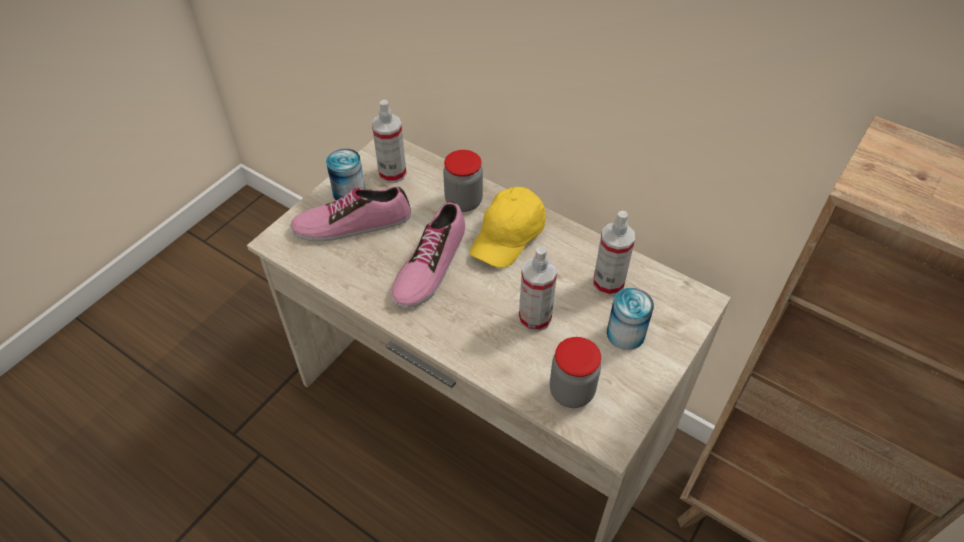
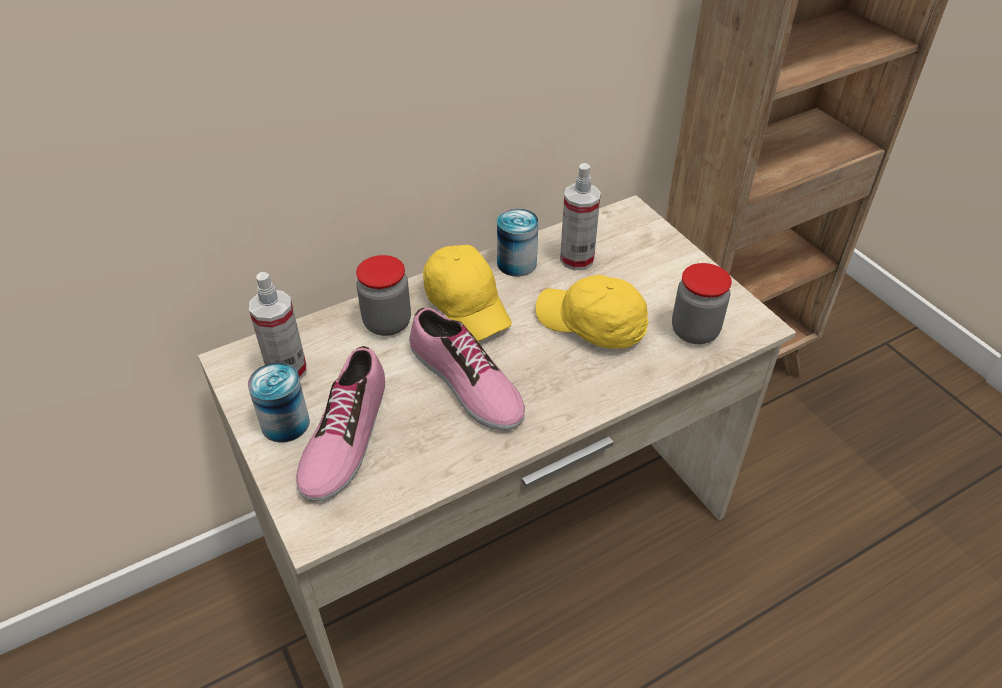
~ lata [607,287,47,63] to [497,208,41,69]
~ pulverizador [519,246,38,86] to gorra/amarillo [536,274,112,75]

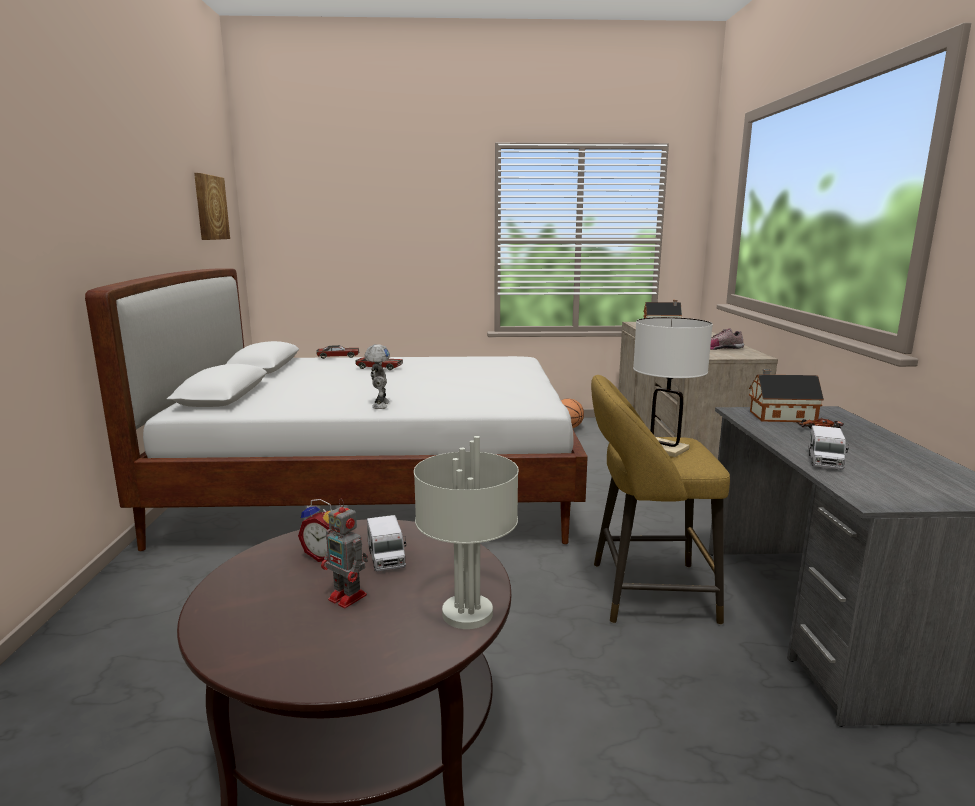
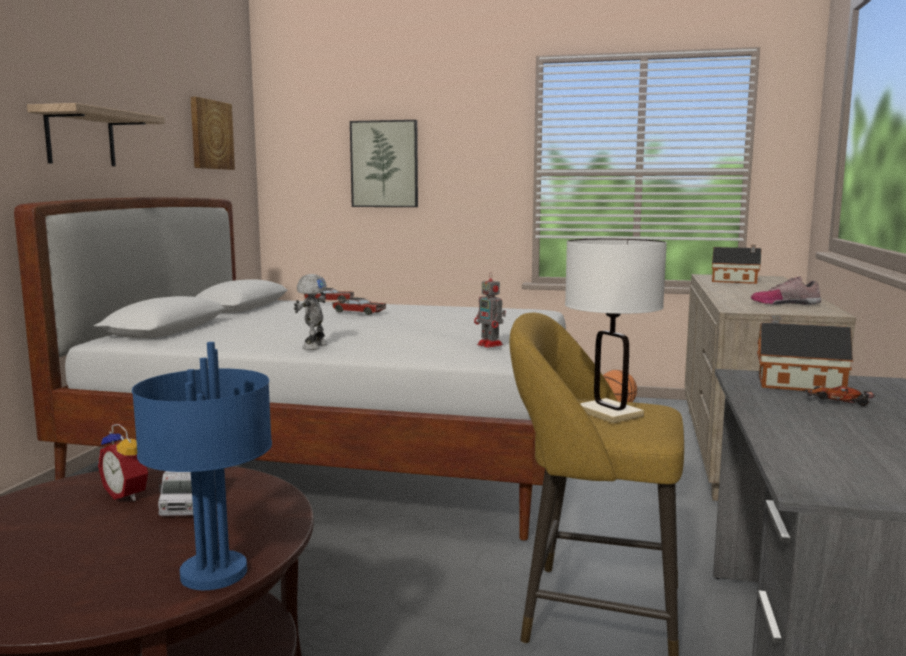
+ estante [27,103,138,63]
~ lámpara de mesa/gris [414,436,105,193] to lámpara de mesa/azul [132,342,140,248]
+ cuadro [350,120,68,87]
~ robot de juguete [321,498,47,110] to [474,272,32,76]
- camión de juguete [808,425,41,44]

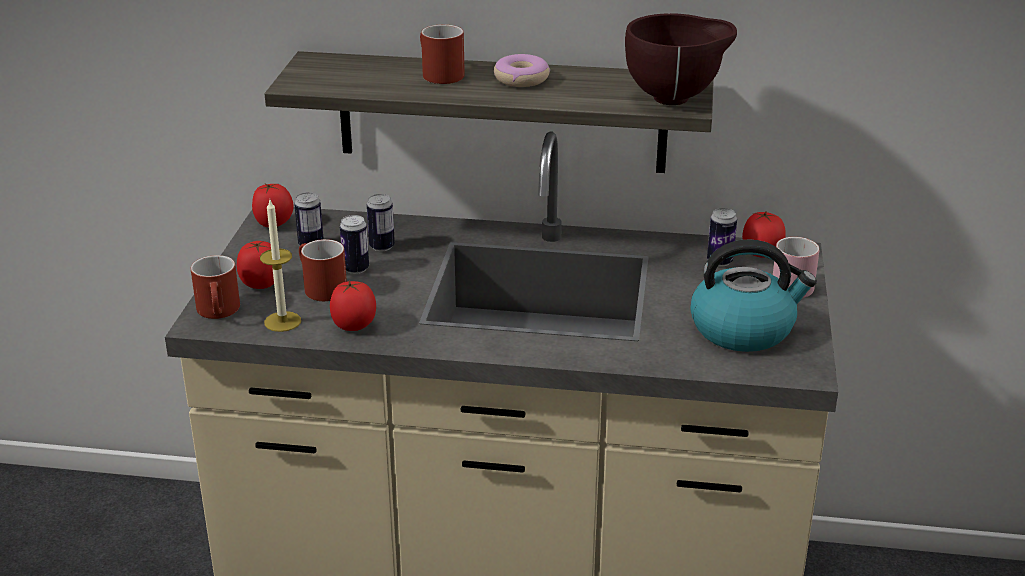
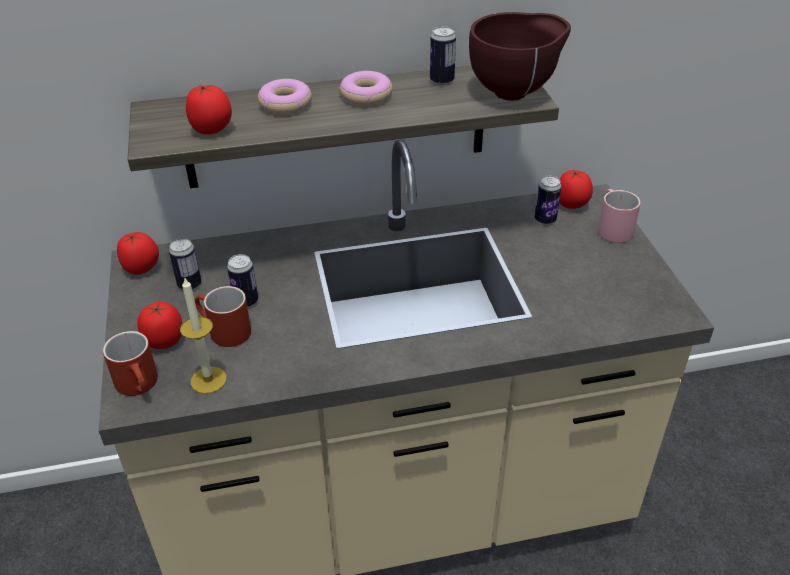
~ tomate [330,280,46,51] to [186,85,46,49]
~ taza grande/rojo [420,24,45,60] to rosquilla [258,79,54,36]
~ lata [367,194,28,57] to [430,26,26,59]
- hervidor [691,239,126,113]

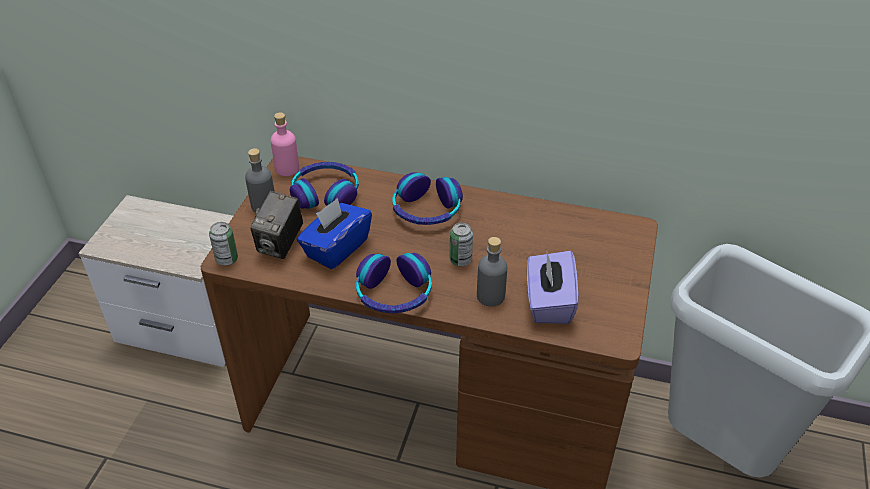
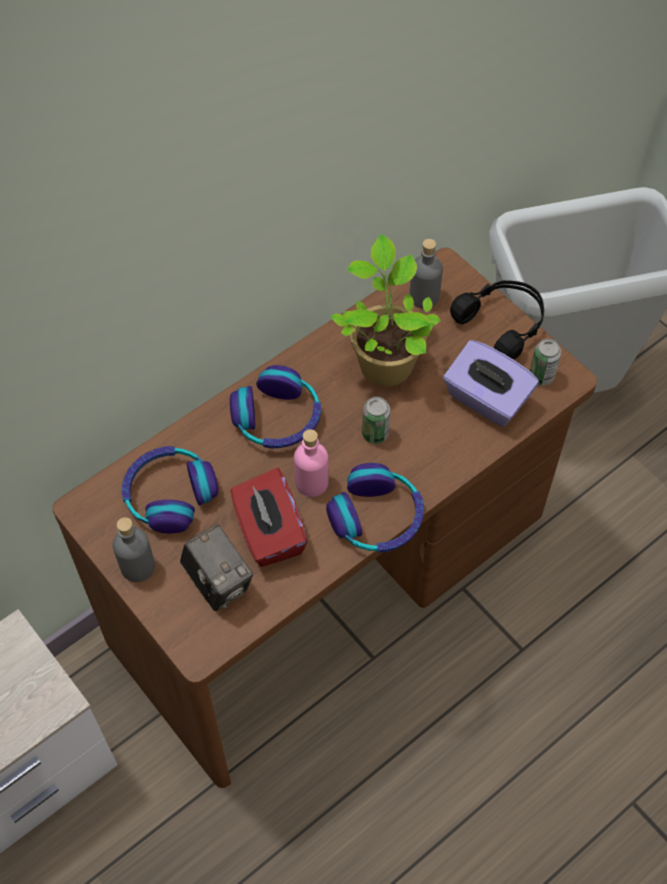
~ caja de pañuelos/azul [297,198,75,72] to caja de pañuelos/rojo [230,468,78,99]
~ botella/rosa [271,113,28,63] to [294,429,35,68]
+ planta en maceta [330,234,111,152]
~ botella/gris [477,237,30,70] to [410,239,33,70]
+ auriculares/negro [450,280,94,80]
~ lata [209,222,29,44] to [529,338,32,47]

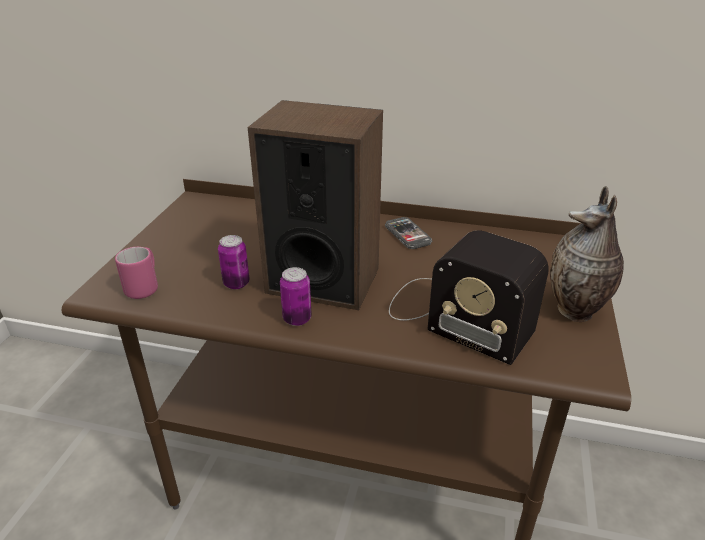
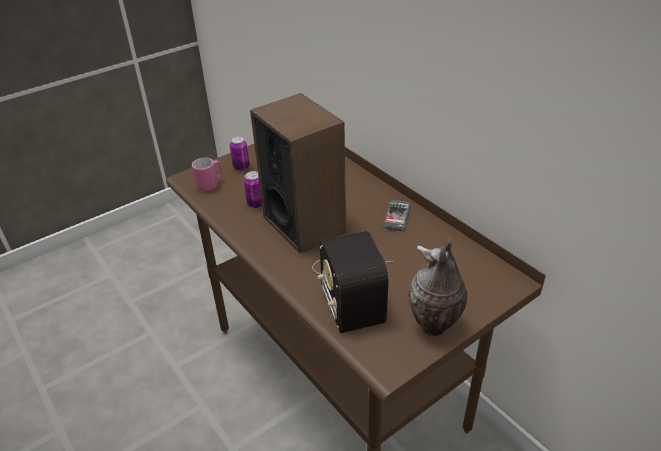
~ lata [280,267,32,59] to [230,136,20,35]

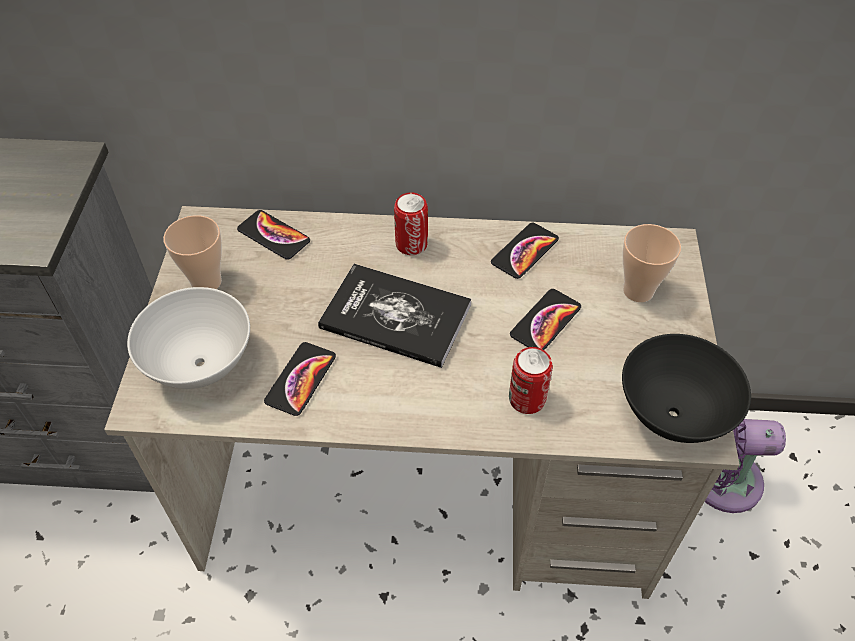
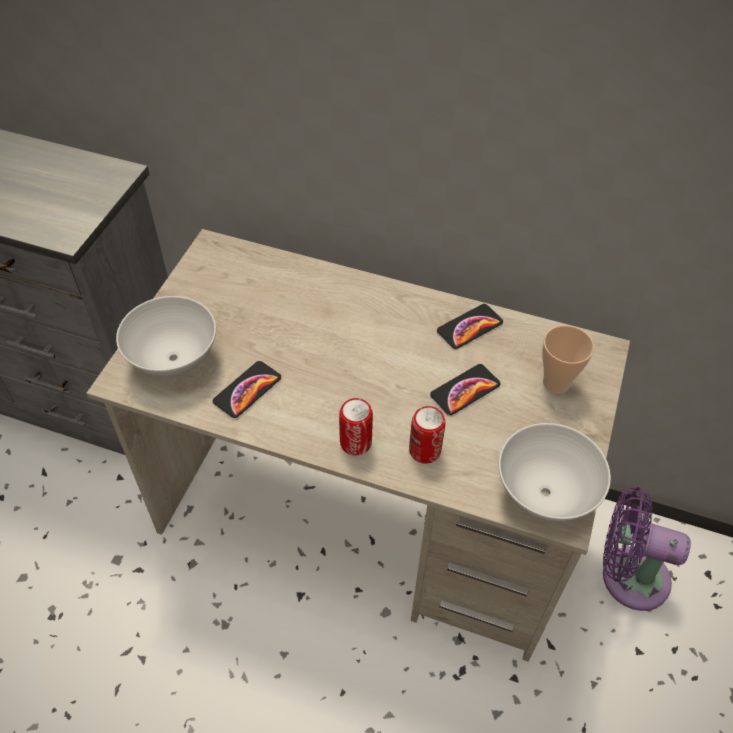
~ lata [394,192,34,63] to [339,398,34,58]
~ cuenco/negro [622,334,129,109] to cuenco/blanco [498,423,113,98]
- taza [163,215,59,74]
- móvil [237,210,73,50]
- libro [318,264,153,104]

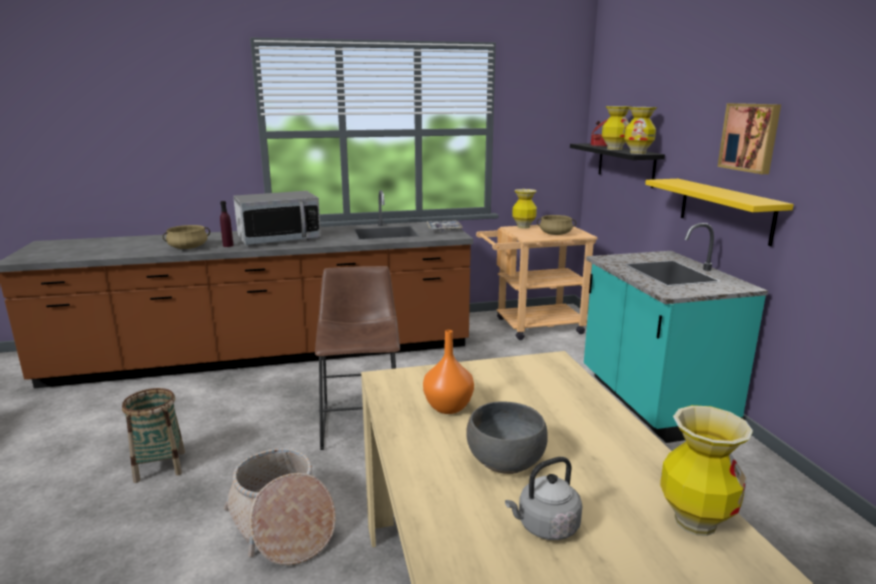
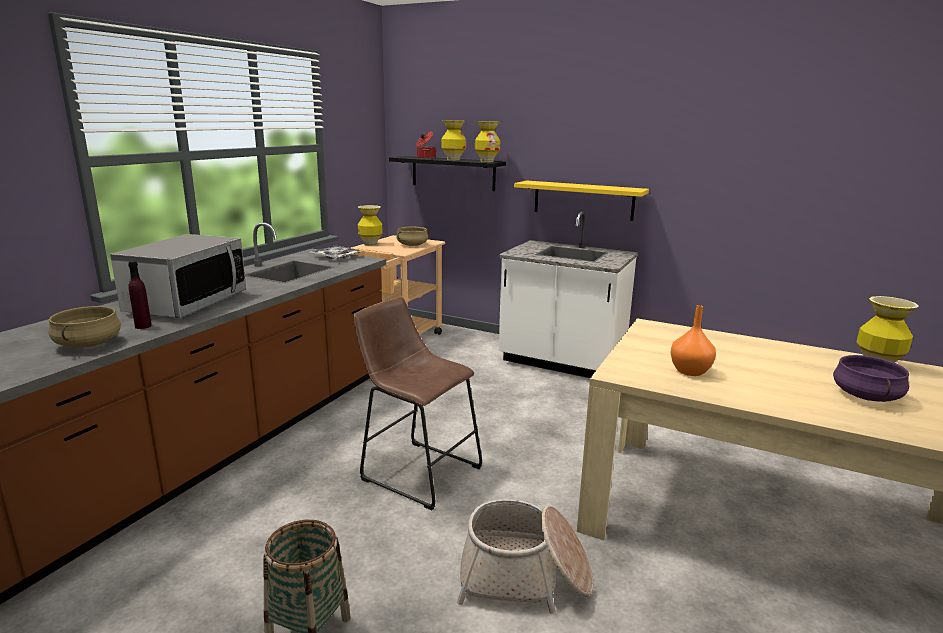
~ mueble bajo de cocina/turquesa [584,223,184,220] to mueble bajo de cocina/blanco [499,211,139,167]
~ hervidor/gris [505,457,77,83] to olla/morado [833,355,76,47]
- cuenco/gris [466,401,82,73]
- cuadro [717,103,64,71]

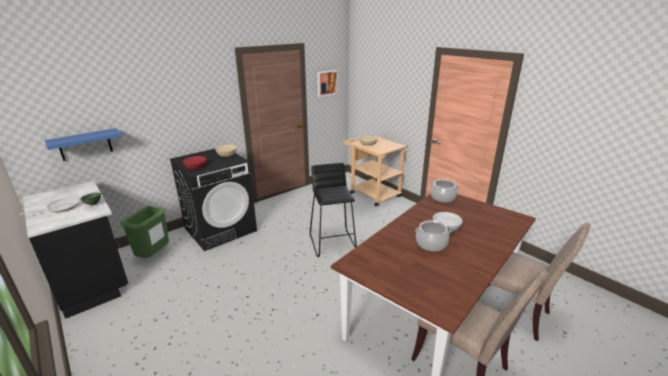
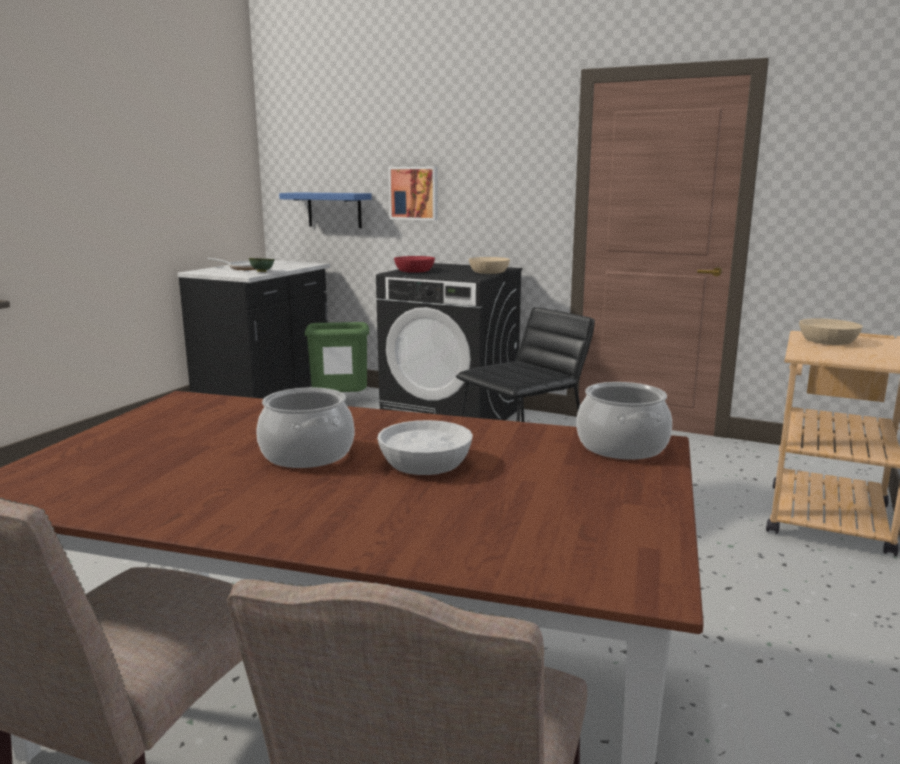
~ cuadro [317,70,21,27] to [388,167,50,54]

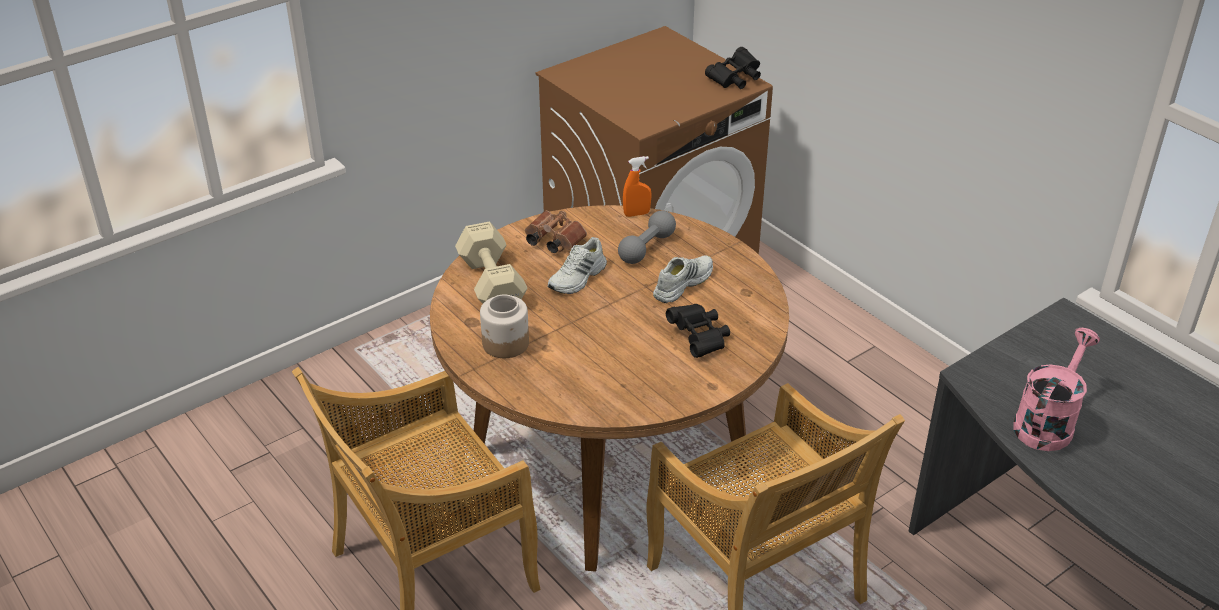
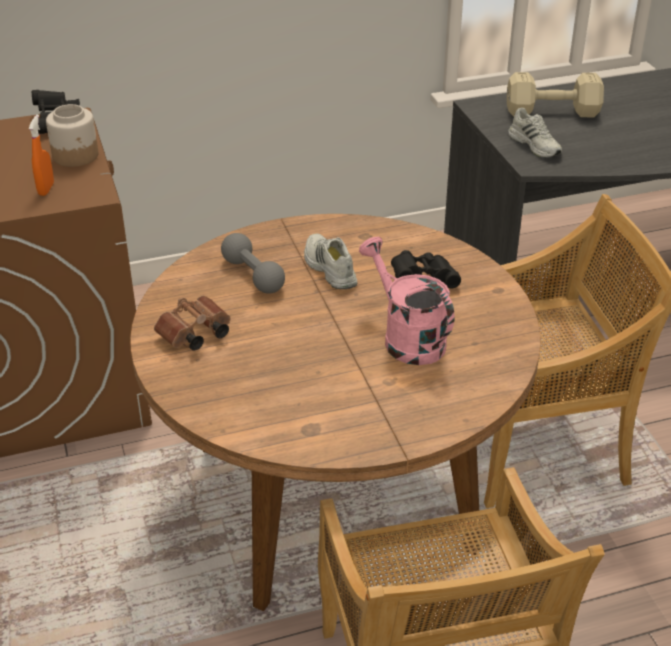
~ pulverizador/naranja [623,156,28,61] to [29,114,25,82]
~ tarro [480,295,49,63] to [46,104,52,63]
~ regadera/rosa [1013,328,87,123] to [359,237,96,128]
~ mancuerna/beis [455,222,73,82] to [507,72,97,45]
~ zapato/blanco [548,237,59,57] to [508,108,54,50]

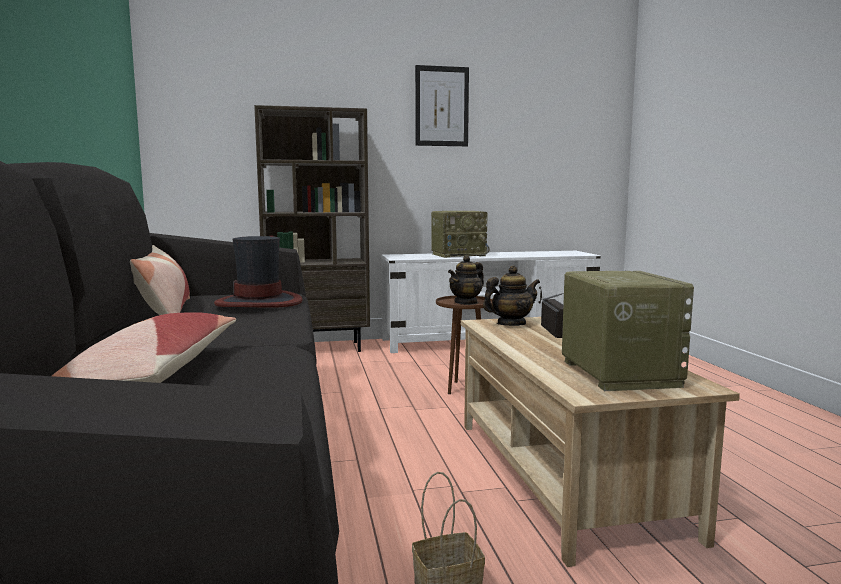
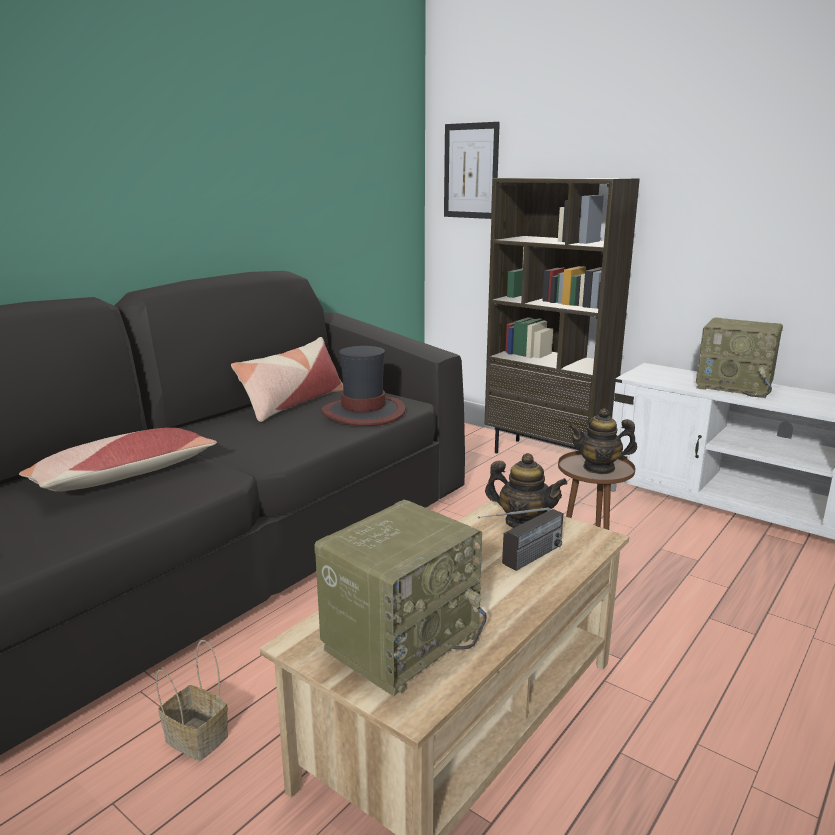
~ cuadro [415,65,54,81] to [444,122,56,97]

